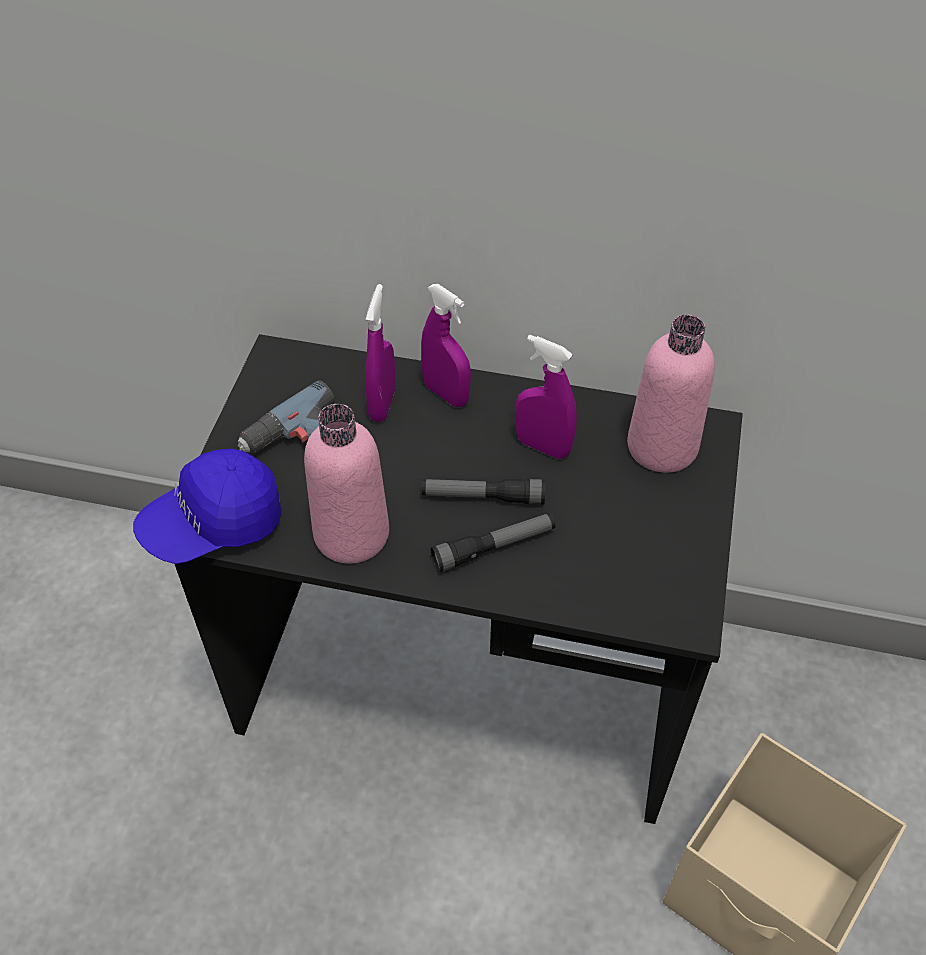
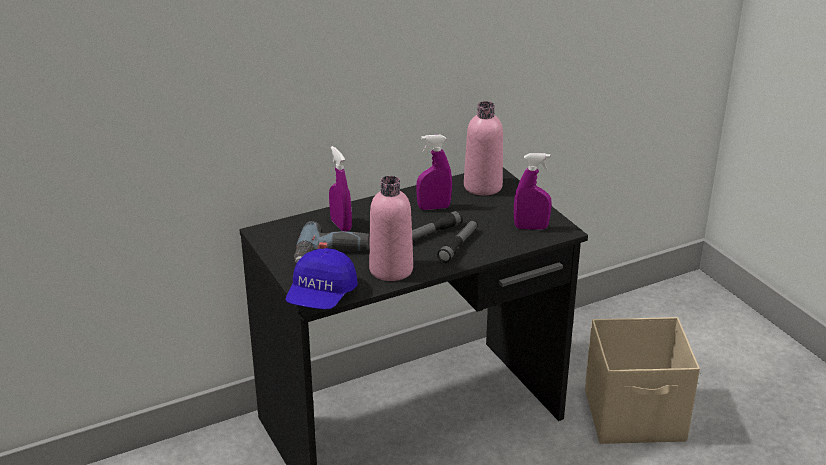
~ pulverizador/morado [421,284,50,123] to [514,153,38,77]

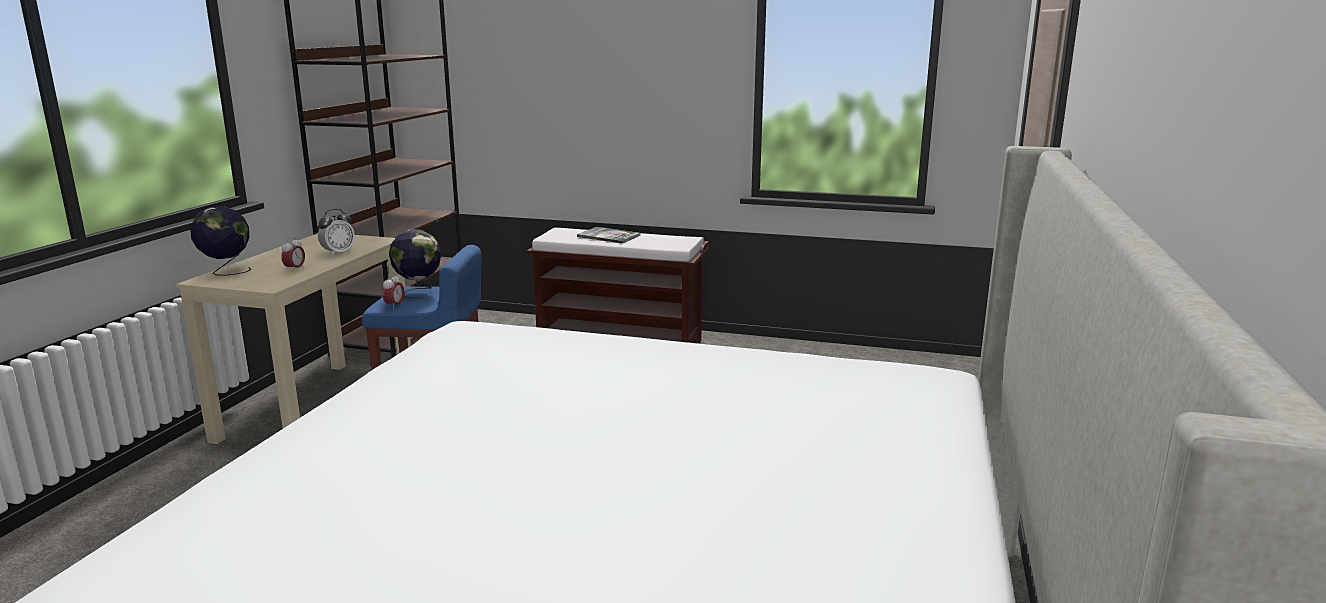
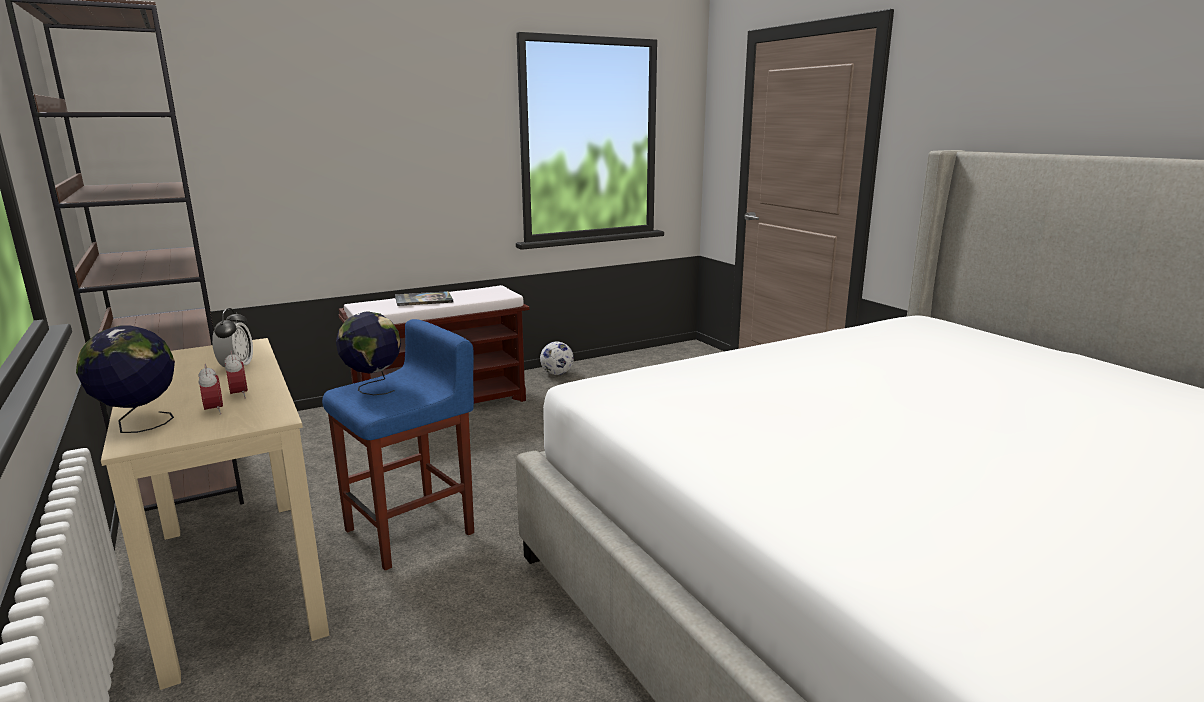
~ despertador [382,273,22,36] to [198,364,25,51]
+ balón de fútbol [540,342,34,33]

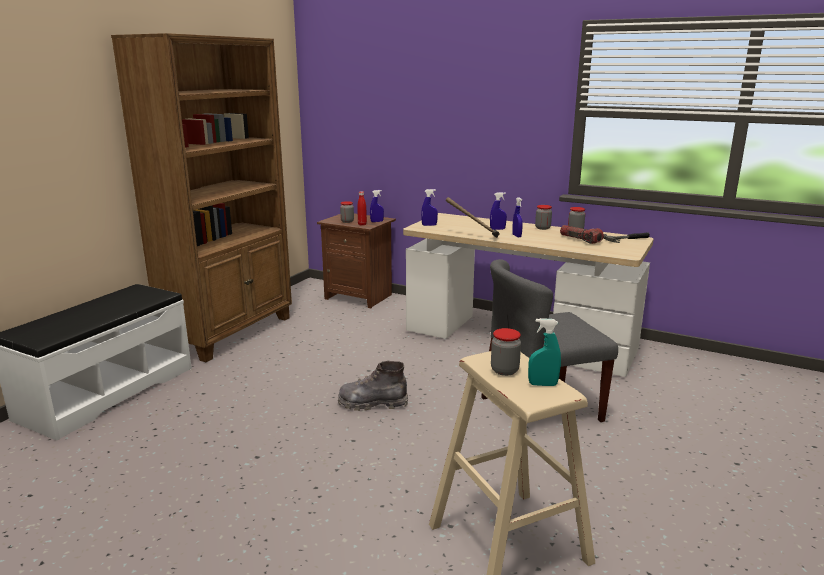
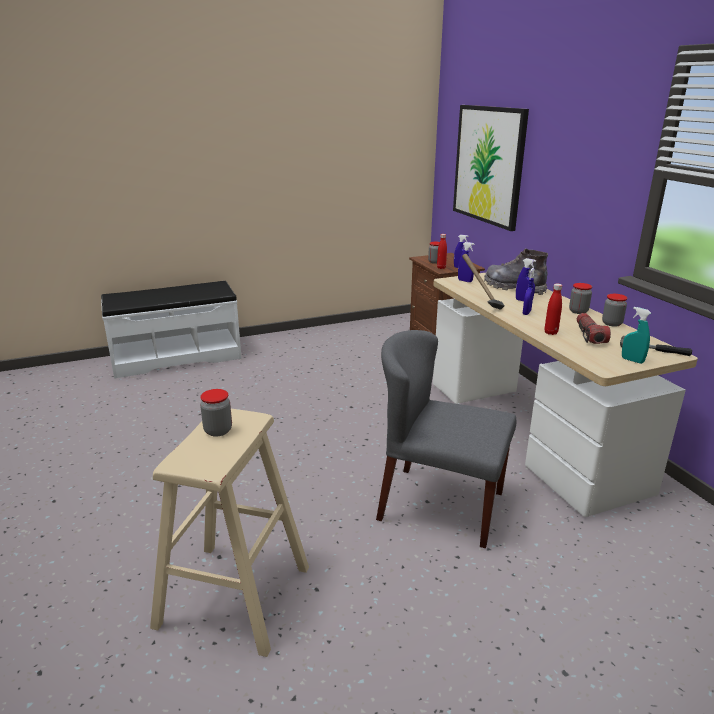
+ cuadro [453,105,76,126]
~ bota/gris [338,361,70,50] to [484,248,64,47]
+ botella/rojo [544,284,18,51]
~ pulverizador/turquesa [528,318,33,68] to [622,307,29,57]
- estantería/marrón [111,33,181,329]

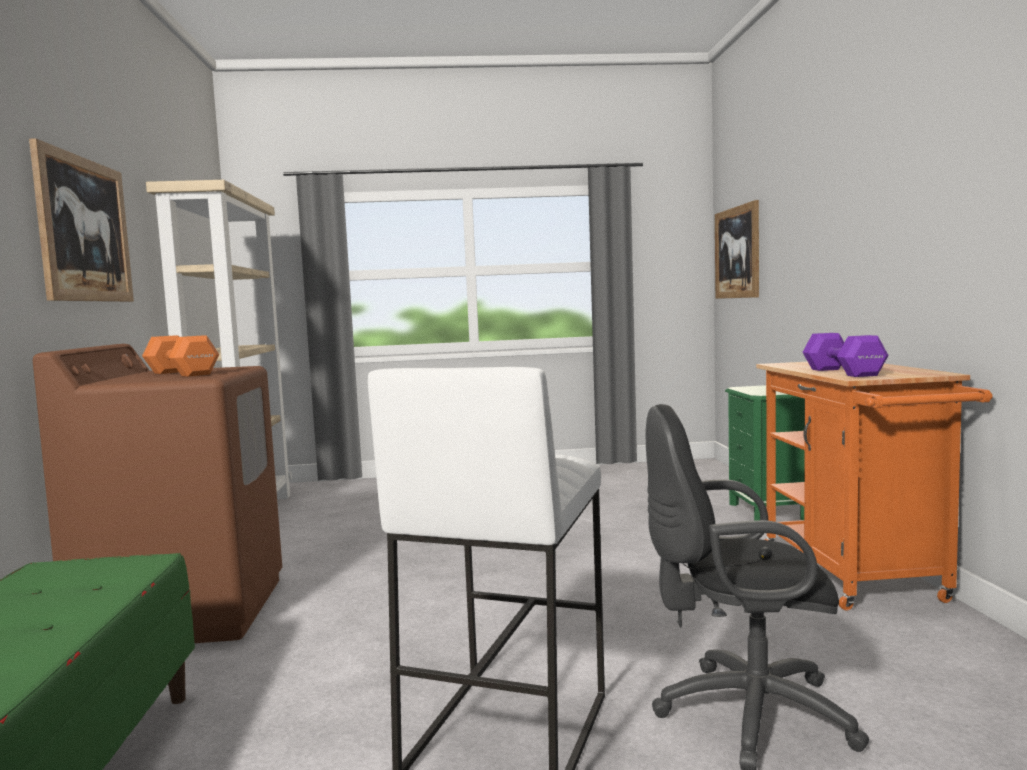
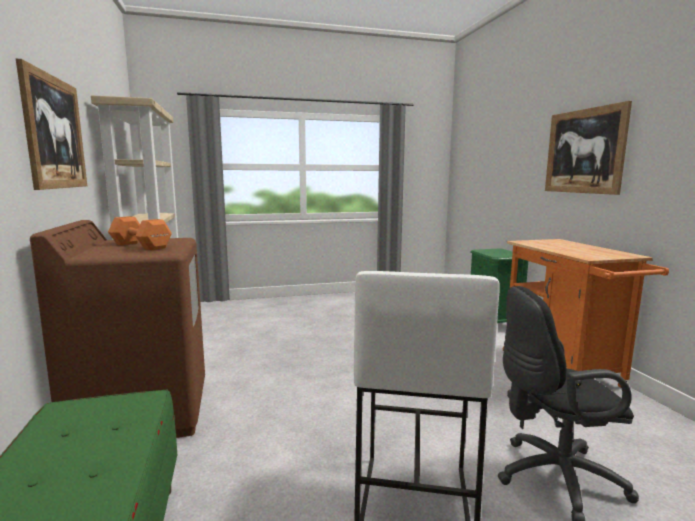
~ cuadro [715,200,44,99] to [545,101,87,94]
- mancuerna/morado [803,333,85,44]

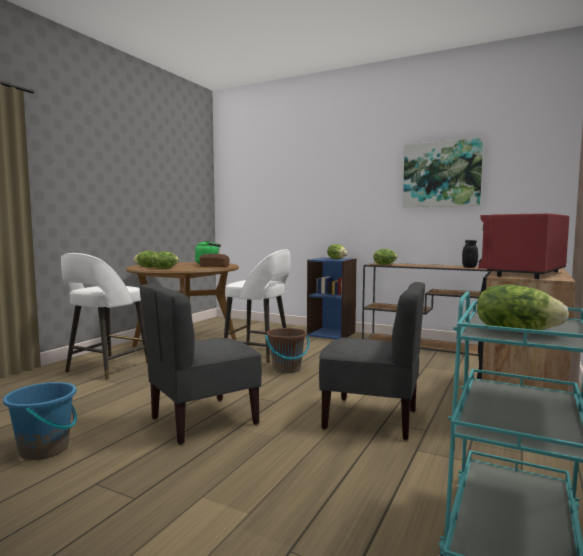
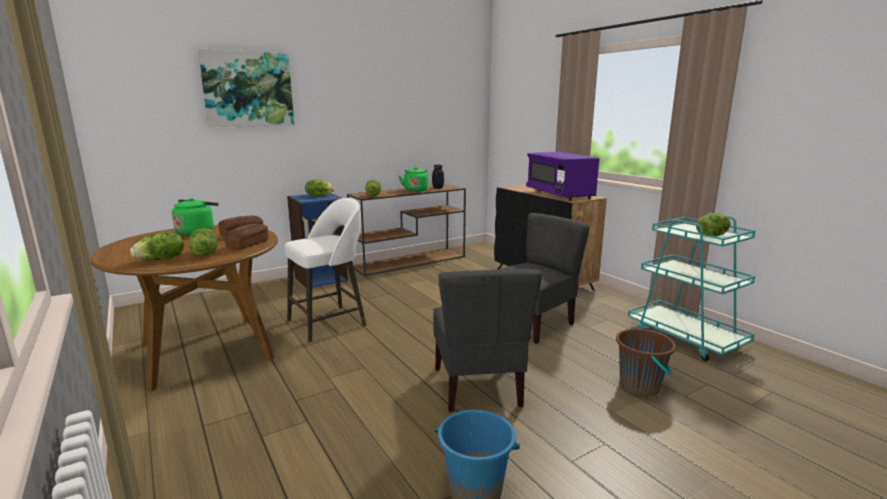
~ cuadro [403,138,80,69] to [198,48,96,79]
+ pan [225,223,44,27]
+ hervidor/verde [399,167,29,25]
~ microondas/rojo [478,213,91,66] to microondas/morado [526,152,73,49]
~ cubo/marrón [265,328,45,45] to [616,328,60,68]
- taburete/blanco [61,253,87,127]

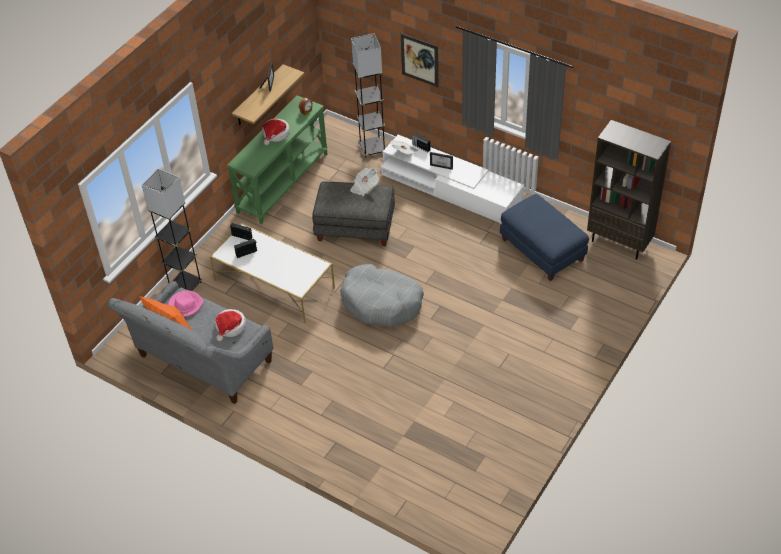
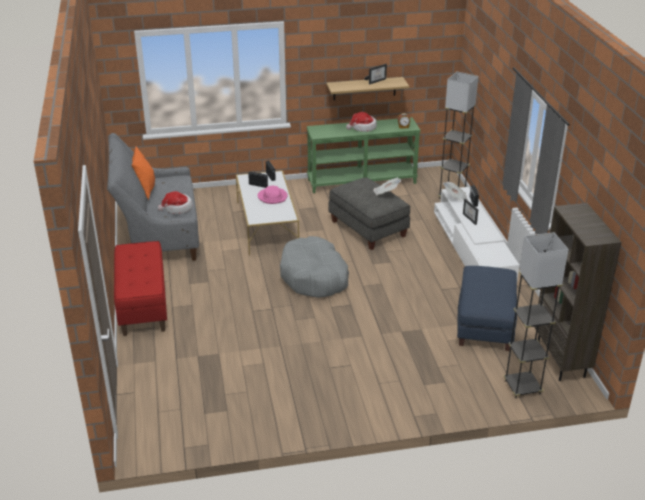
+ banco/rojo [114,241,53,95]
~ sombrero/rosa [168,291,35,26] to [258,186,29,18]
~ lámpara de pie/gris [142,169,60,122] to [504,232,65,166]
- cuadro [401,33,37,54]

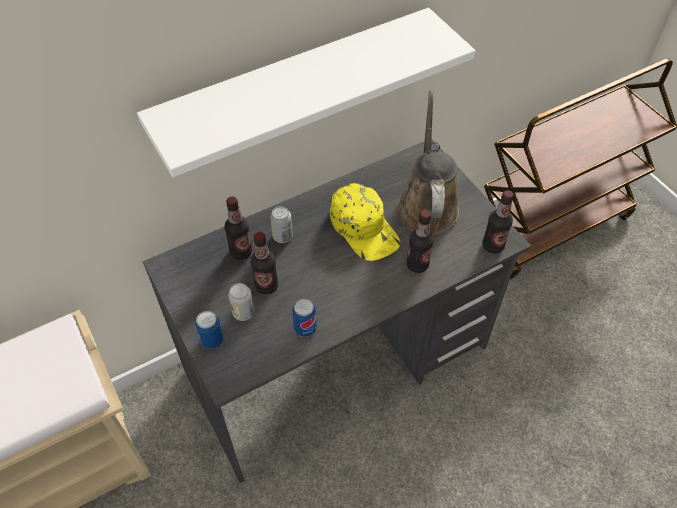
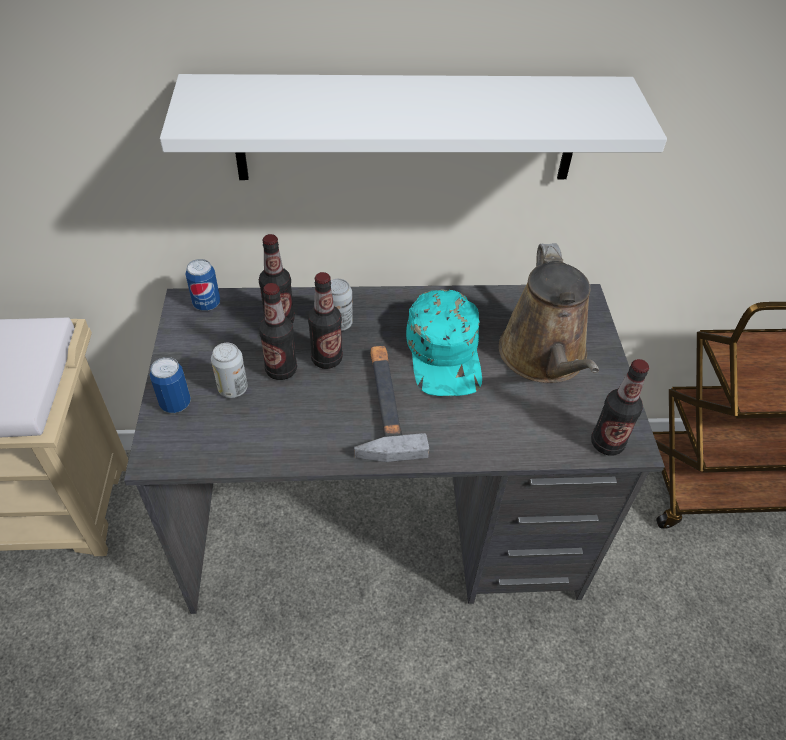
~ lata [292,299,25,38] to [185,259,35,52]
~ botella [406,210,28,63] to [308,272,35,97]
+ martillo [354,346,75,116]
~ gorra/amarillo [330,183,70,78] to gorra/turquesa [406,289,76,107]
~ regadera/marrón [396,90,63,145] = [499,243,100,140] 150 degrees clockwise

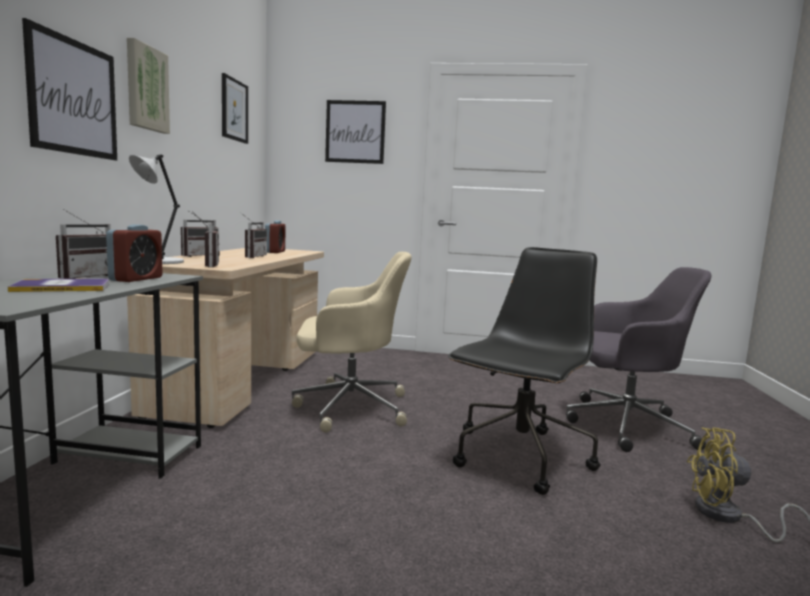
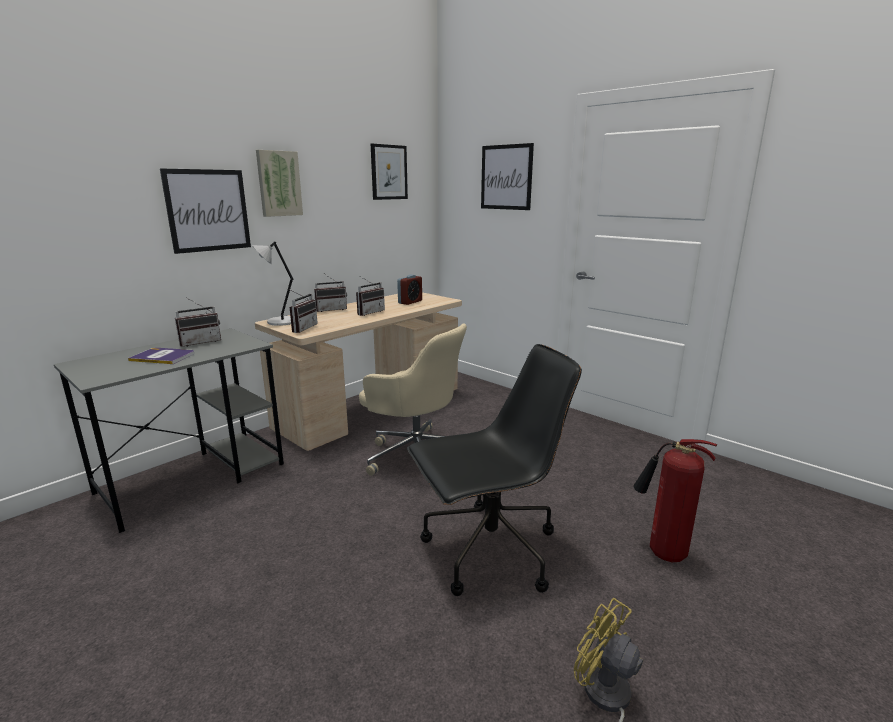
~ silla de oficina/gris [566,267,145,185] to extintor [633,439,84,123]
- despertador [106,224,57,58]

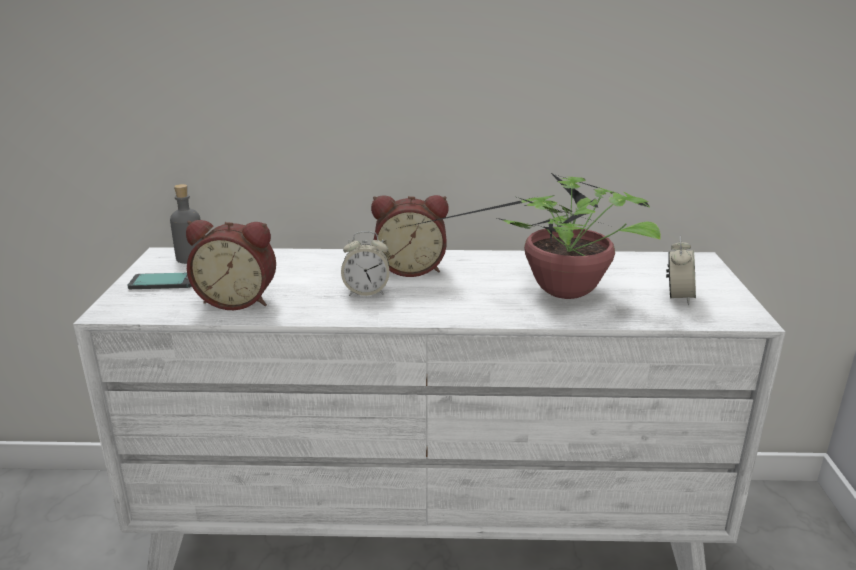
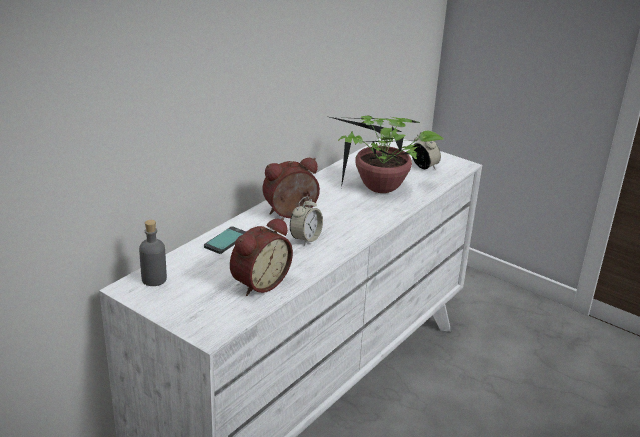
~ móvil [127,273,64,16] to [204,226,42,28]
~ despertador [371,195,77,82] = [263,158,57,60] 150 degrees counterclockwise

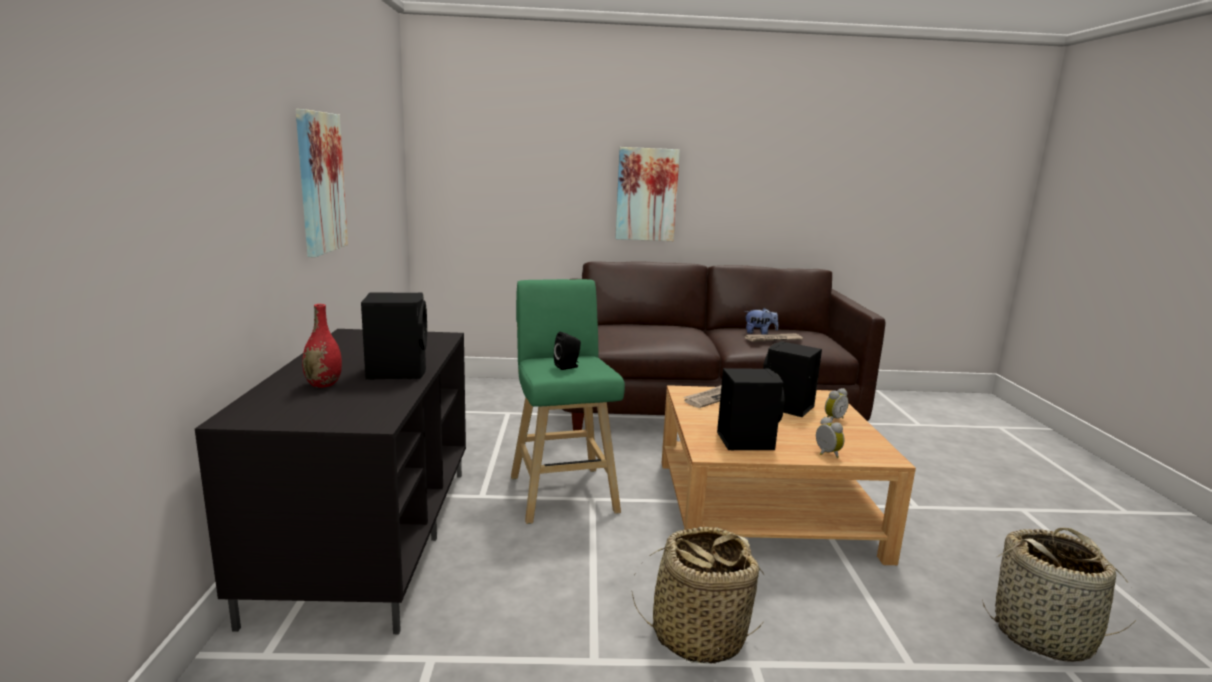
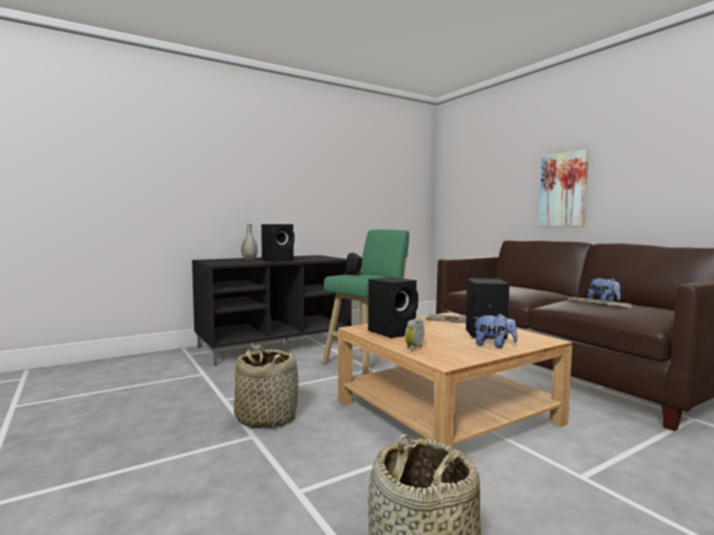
~ florero/rojo [302,304,40,84] to florero/gris [241,224,17,36]
~ despertador [825,388,24,32] to peluche [473,313,44,35]
- cuadro [295,109,53,148]

